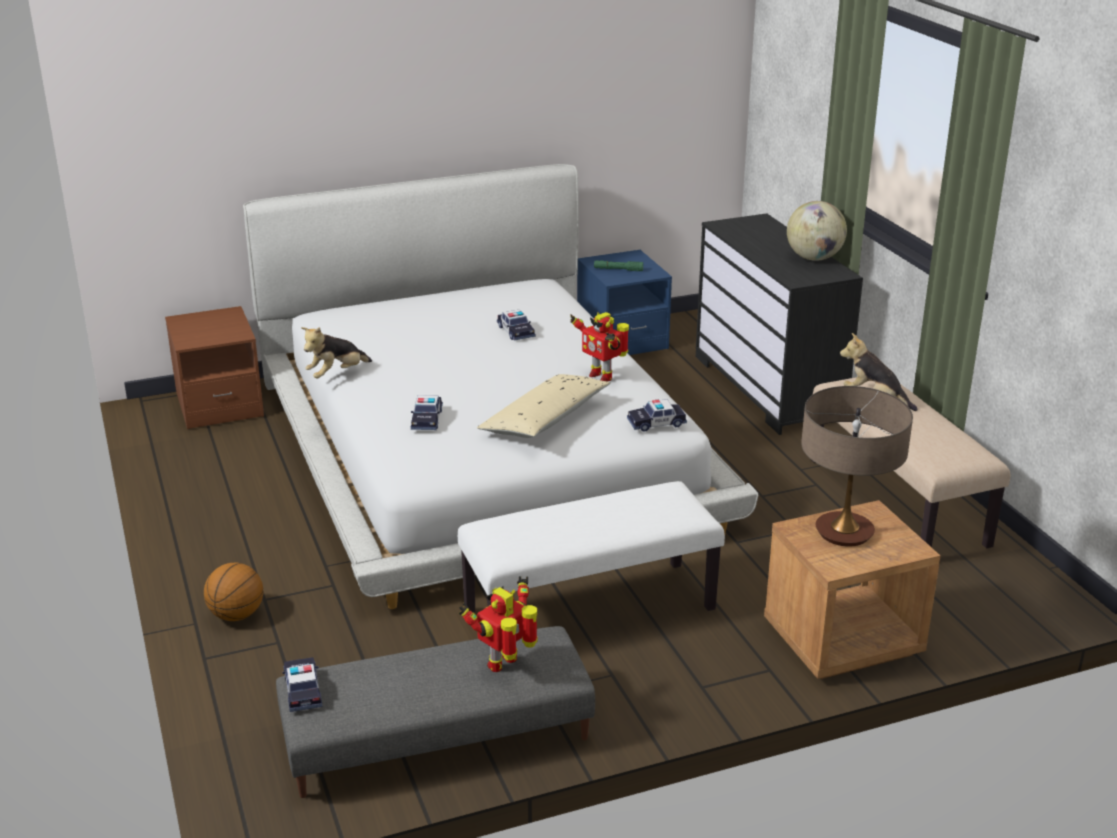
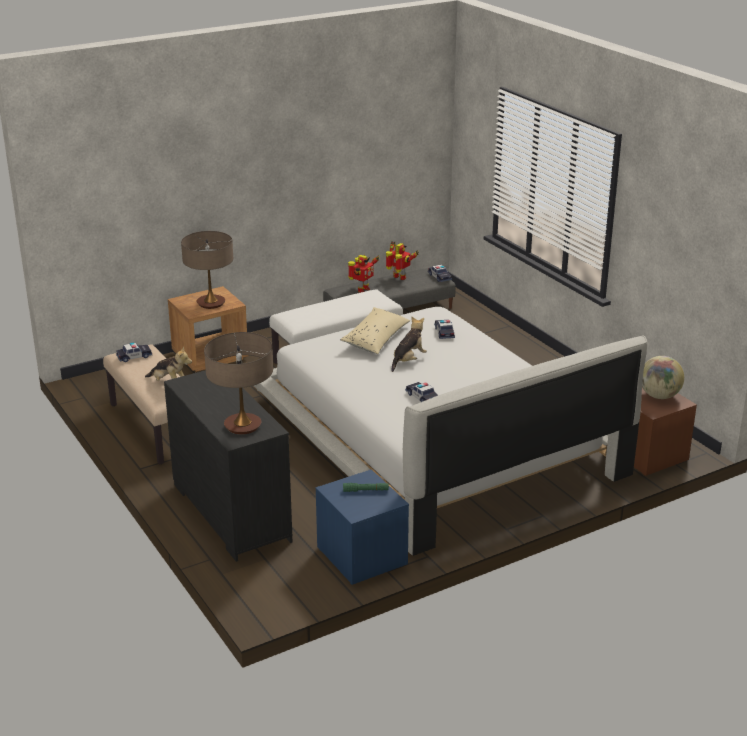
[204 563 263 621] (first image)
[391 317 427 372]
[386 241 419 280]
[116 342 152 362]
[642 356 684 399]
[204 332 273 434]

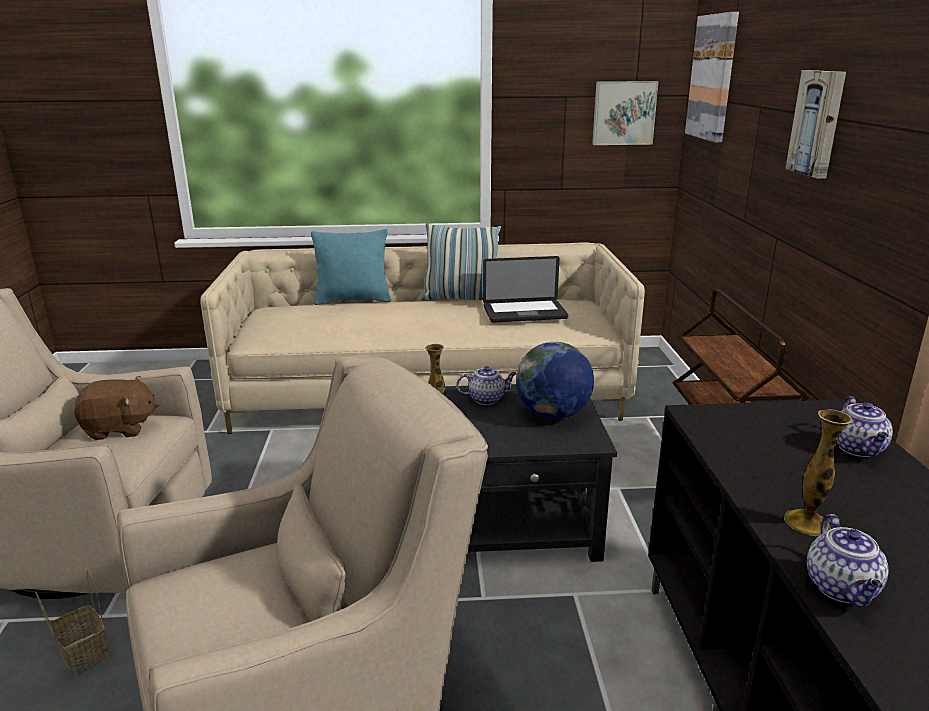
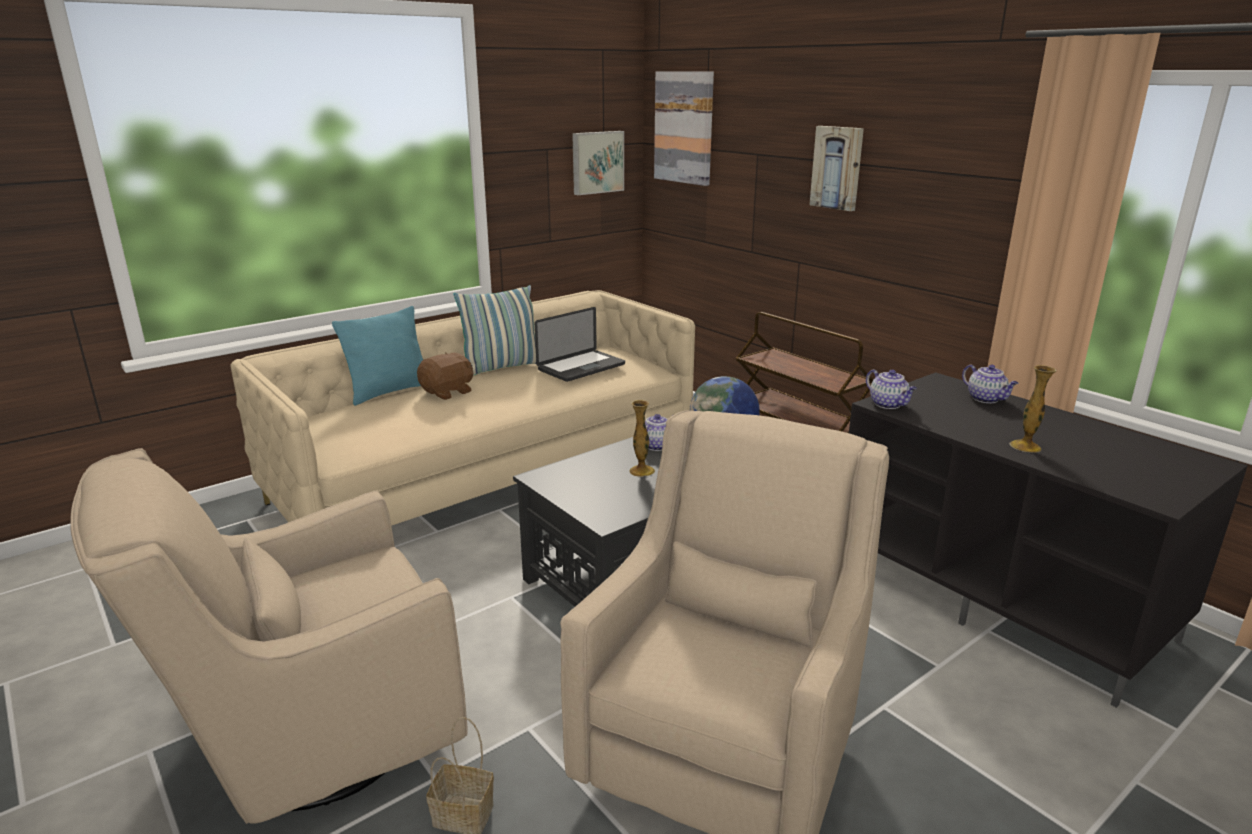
[417 353 473 400]
[866 369 917 409]

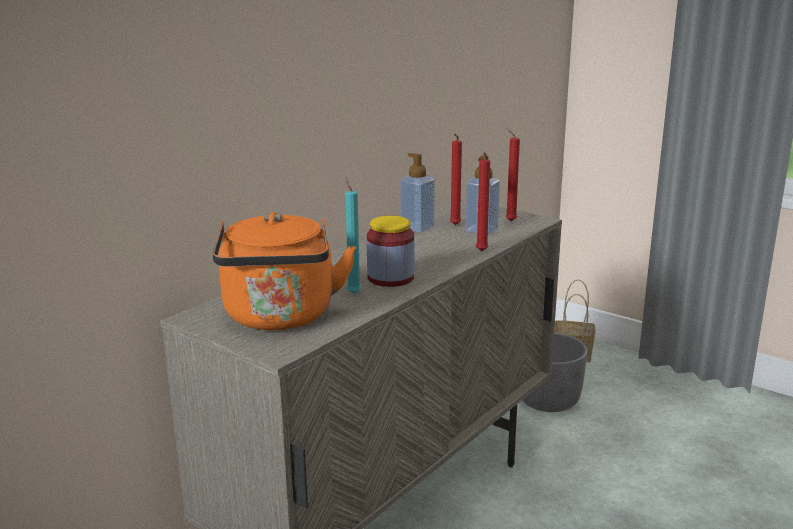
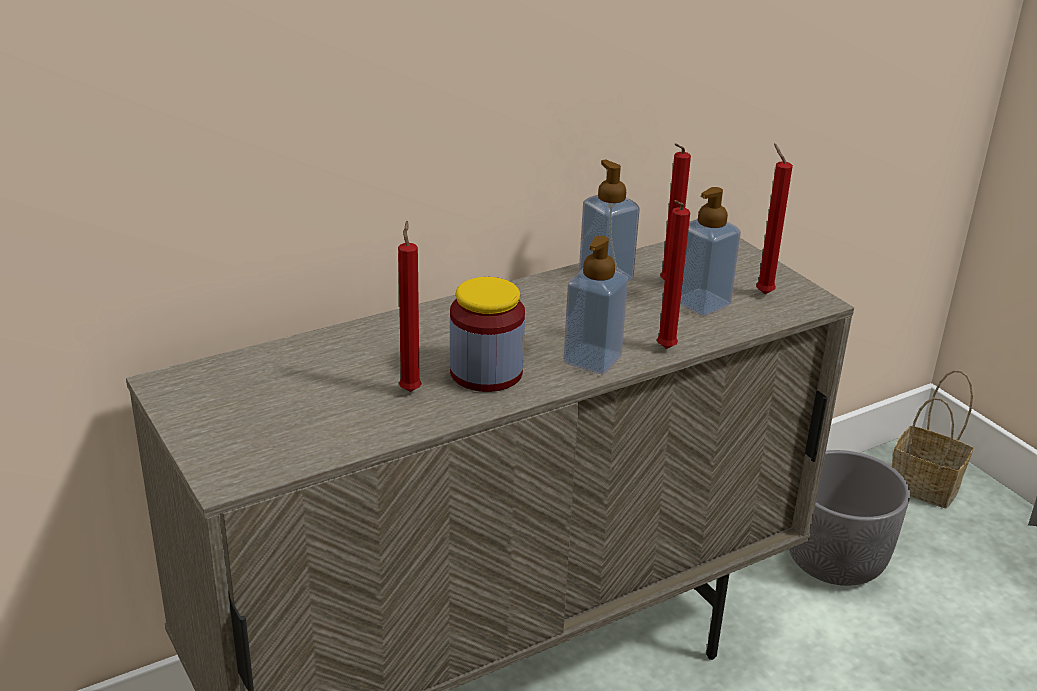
[213 212 356 330] (first image)
[398 221 422 392]
[563 236 628 374]

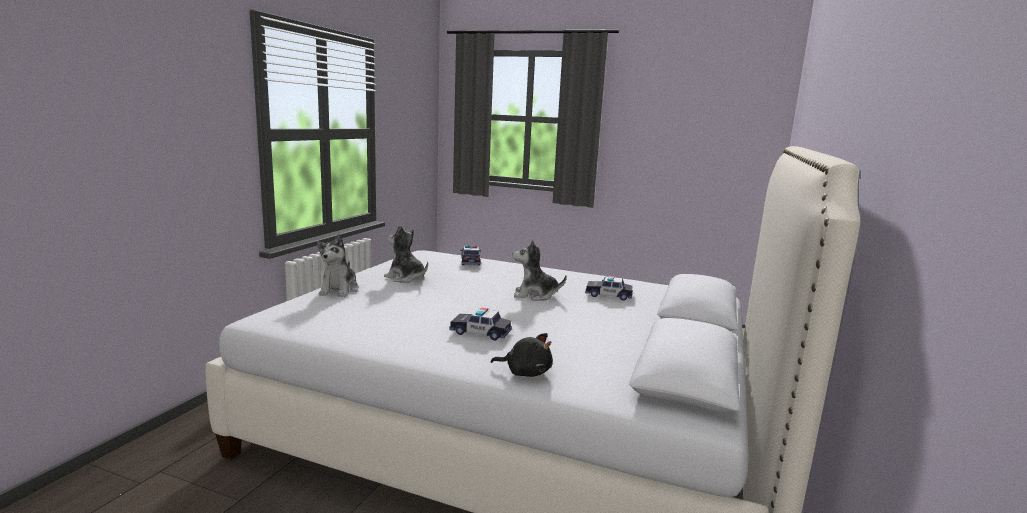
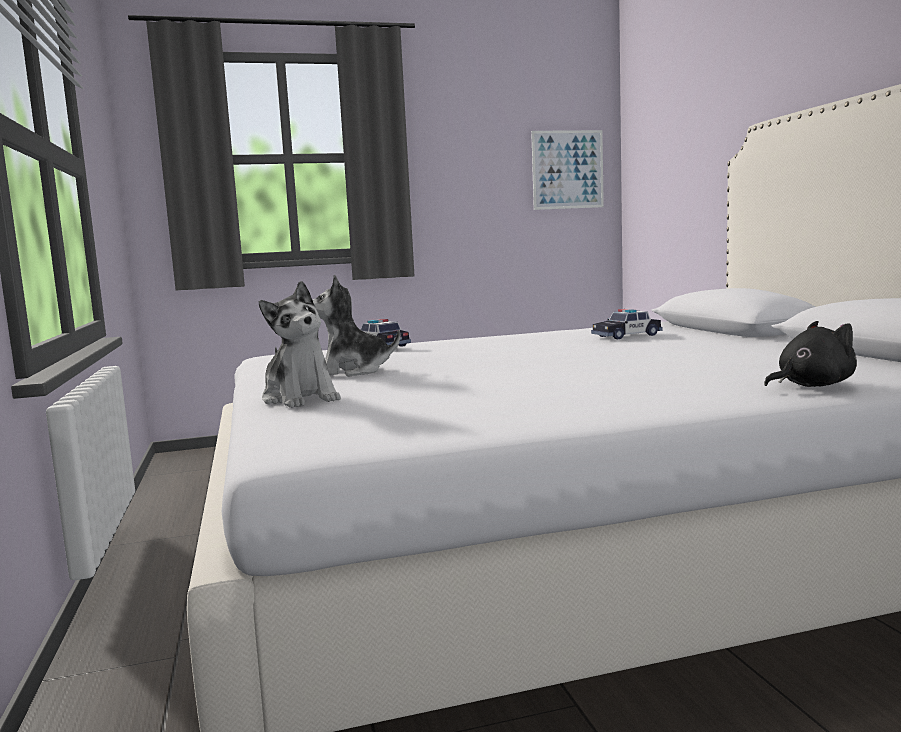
[449 308 512 341] (first image)
[512 240 567 301] (first image)
[531 130 604 210]

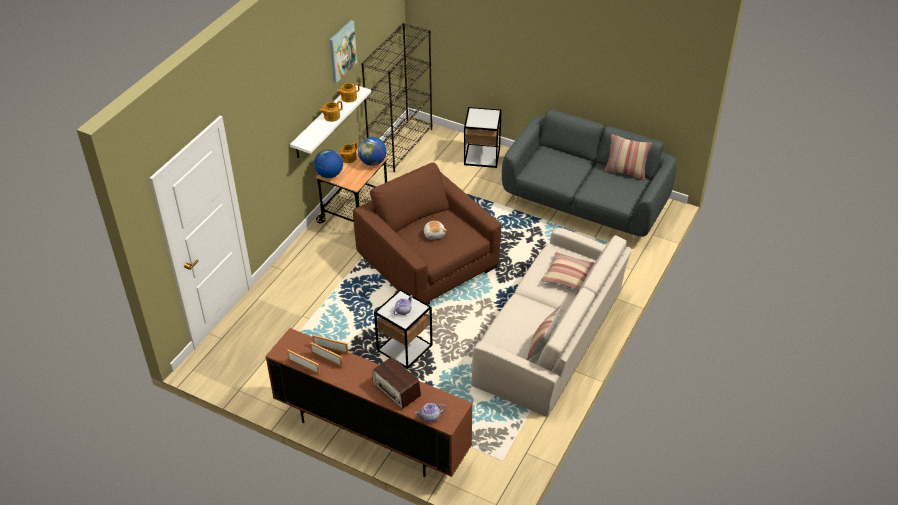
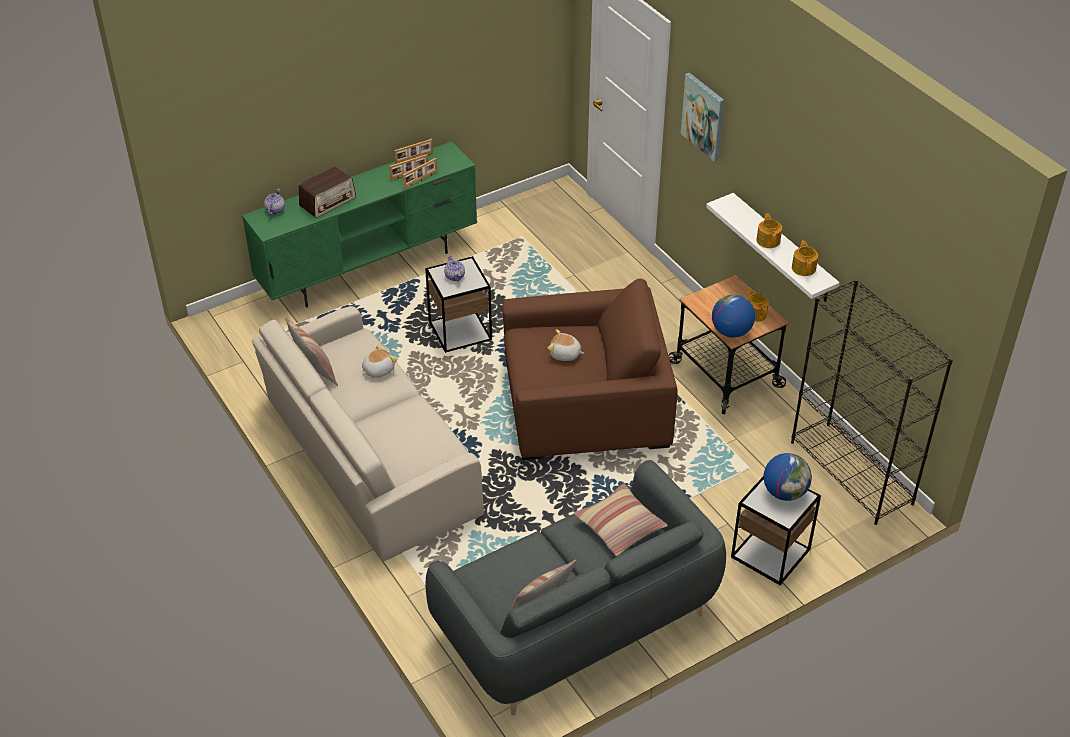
[242 141 477 308]
[763 453 812 501]
[681 73 724 161]
[299 166 356 218]
[573 484 668 556]
[362 344 398 378]

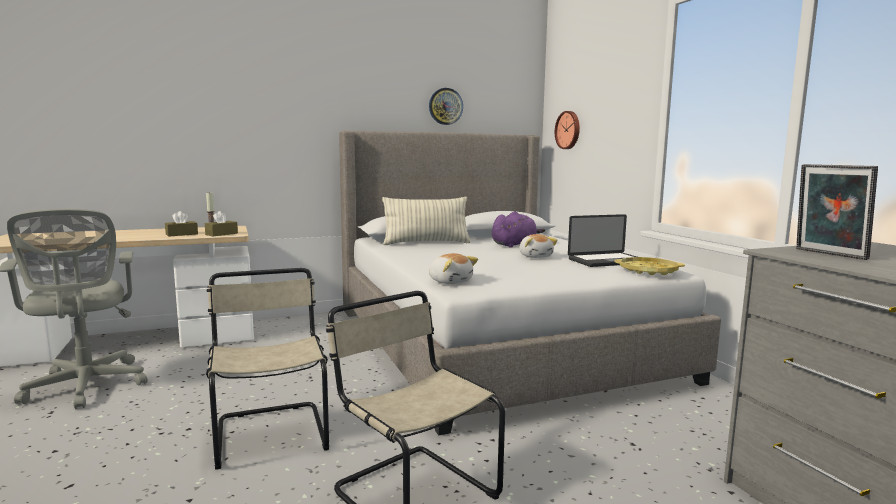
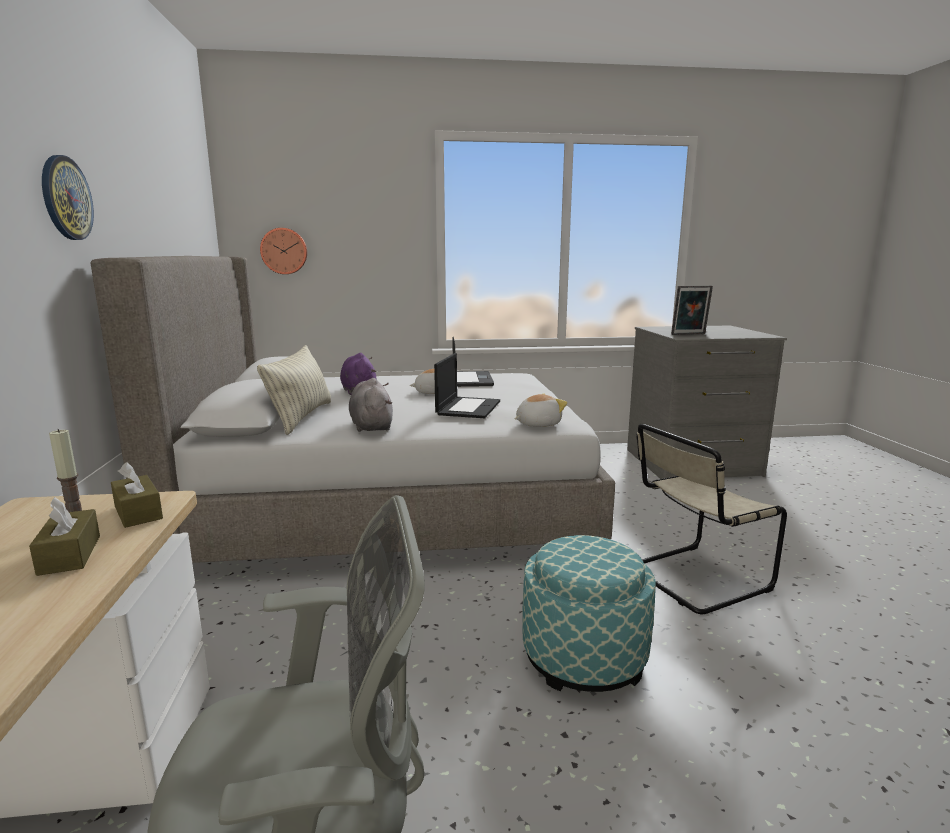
[522 535 656 692]
[42 155 94 240]
[614 257 685 275] (first image)
[349 378 393 432]
[434 353 500 418]

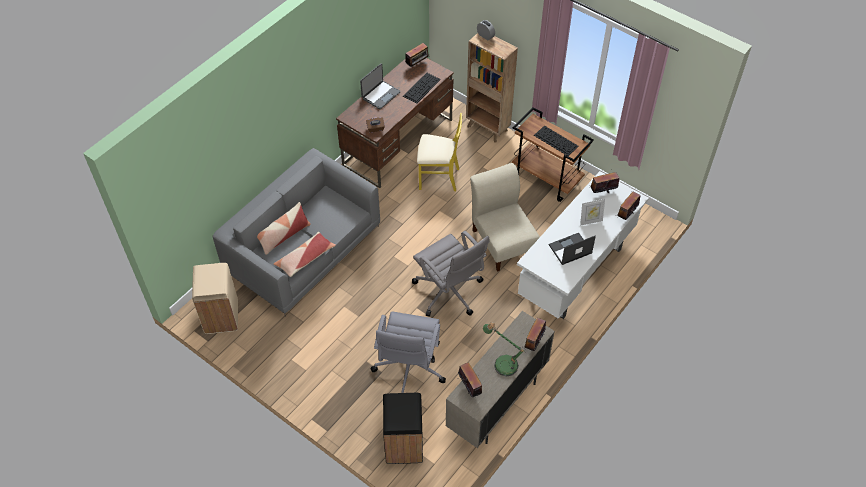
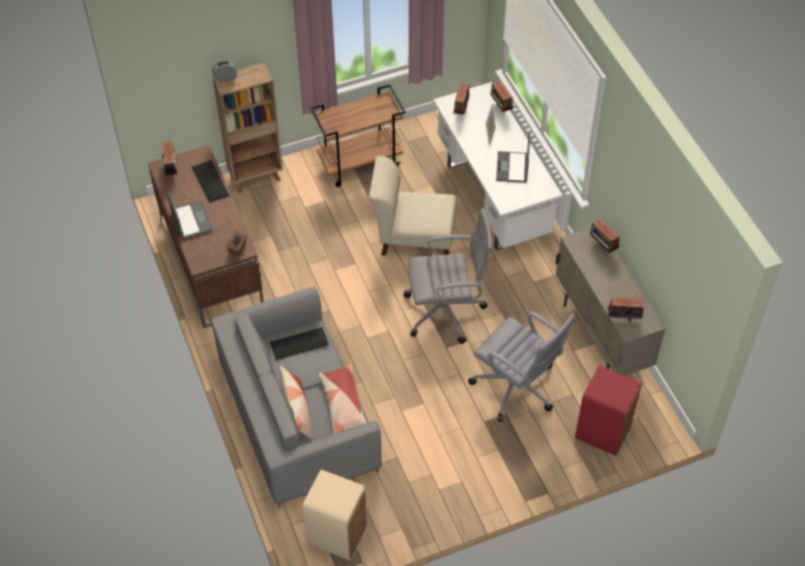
[575 365 642 456]
[417 113 462 191] (first image)
[483 322 524 377] (first image)
[270 327 329 360]

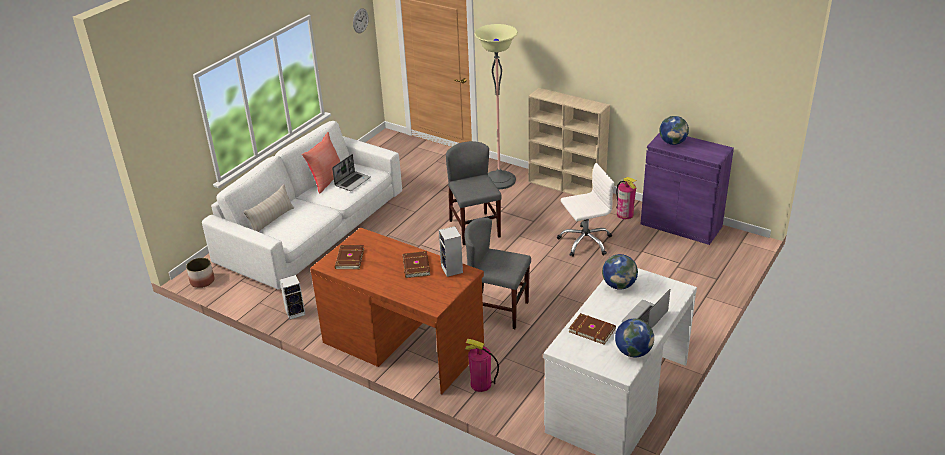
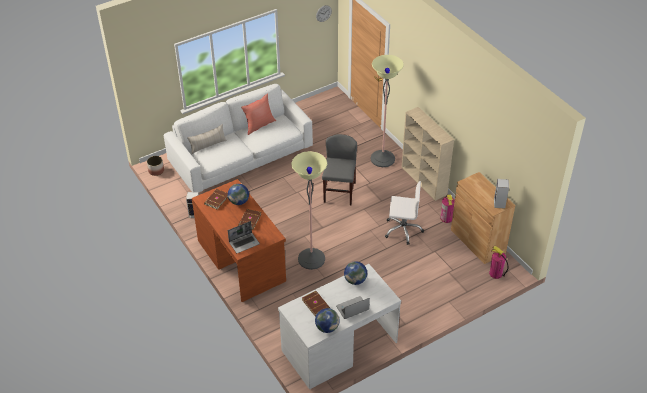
[228 221 260 253]
[494 179 509 209]
[291 151 327 270]
[489 245 509 279]
[451 172 515 264]
[228 184 249 205]

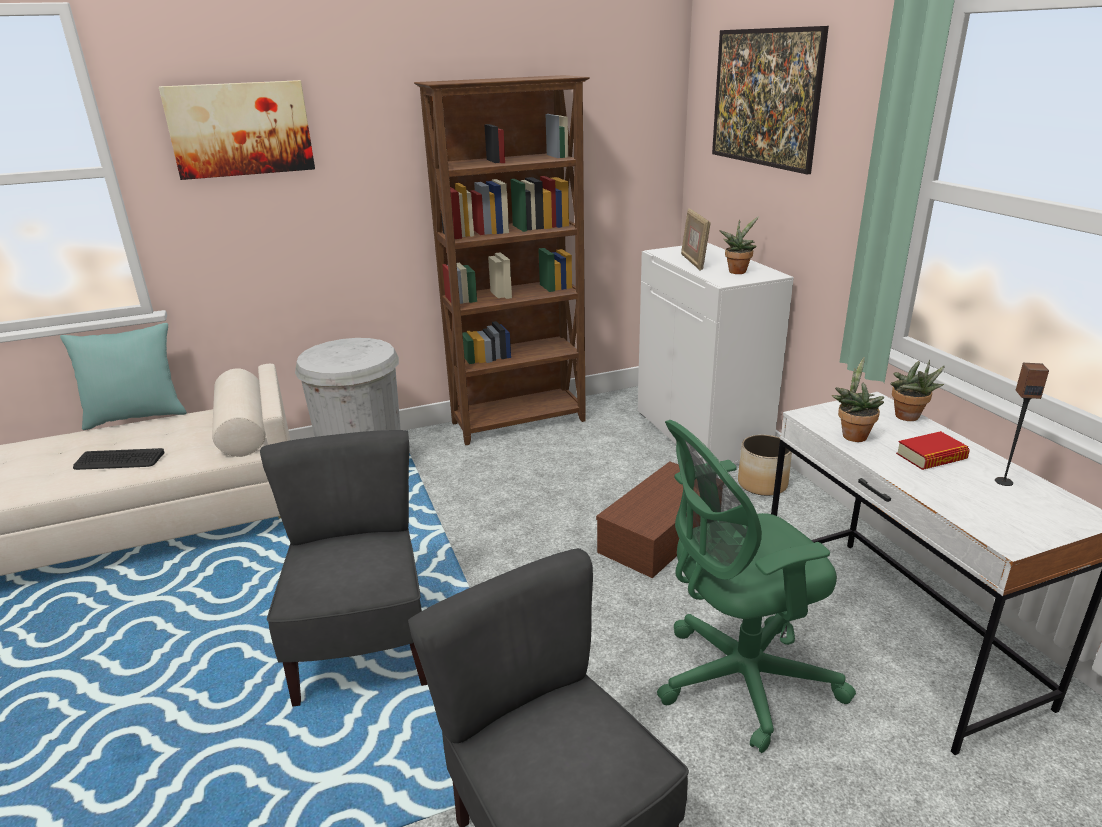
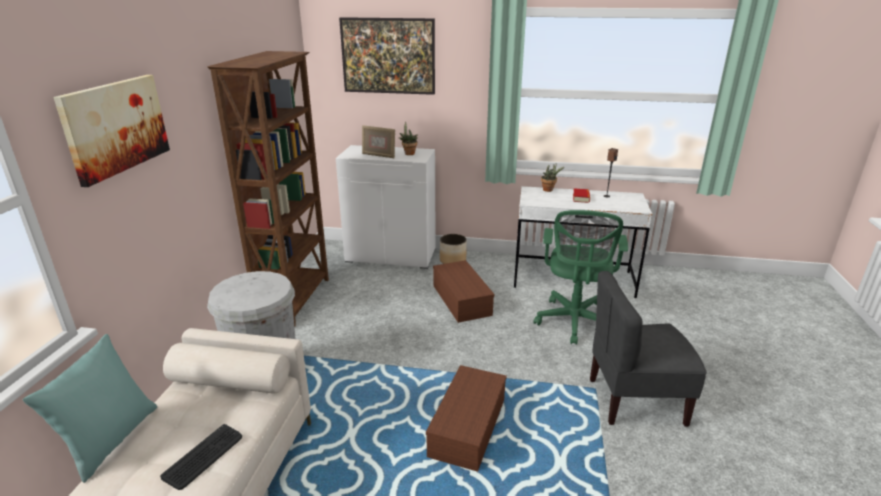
[426 365 507 472]
[832 357 885 442] (first image)

